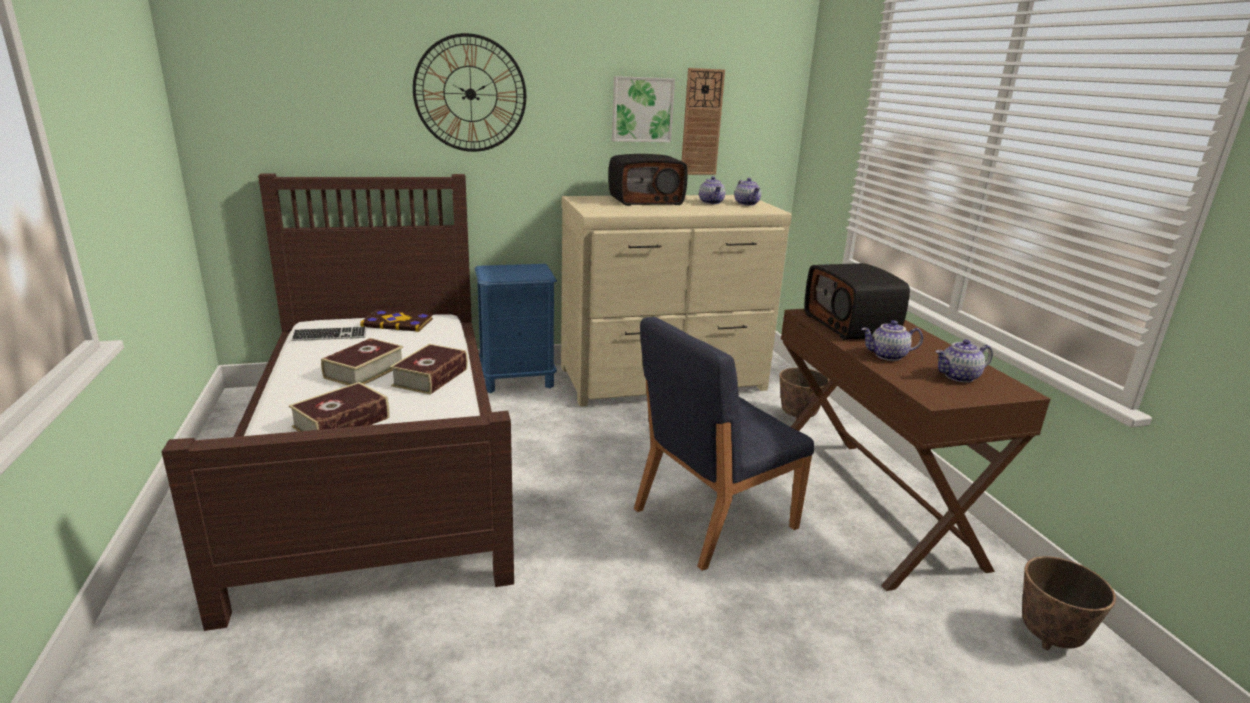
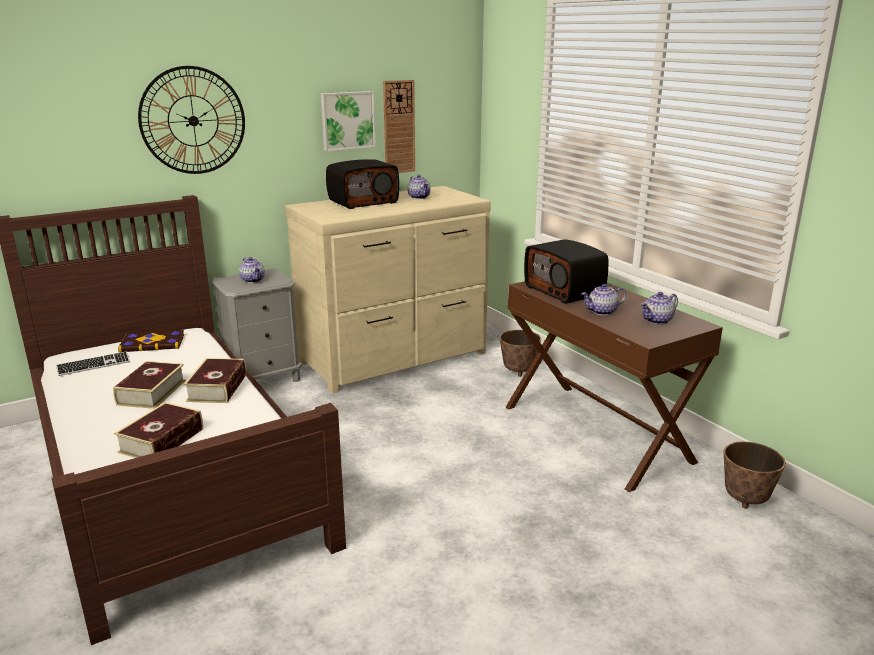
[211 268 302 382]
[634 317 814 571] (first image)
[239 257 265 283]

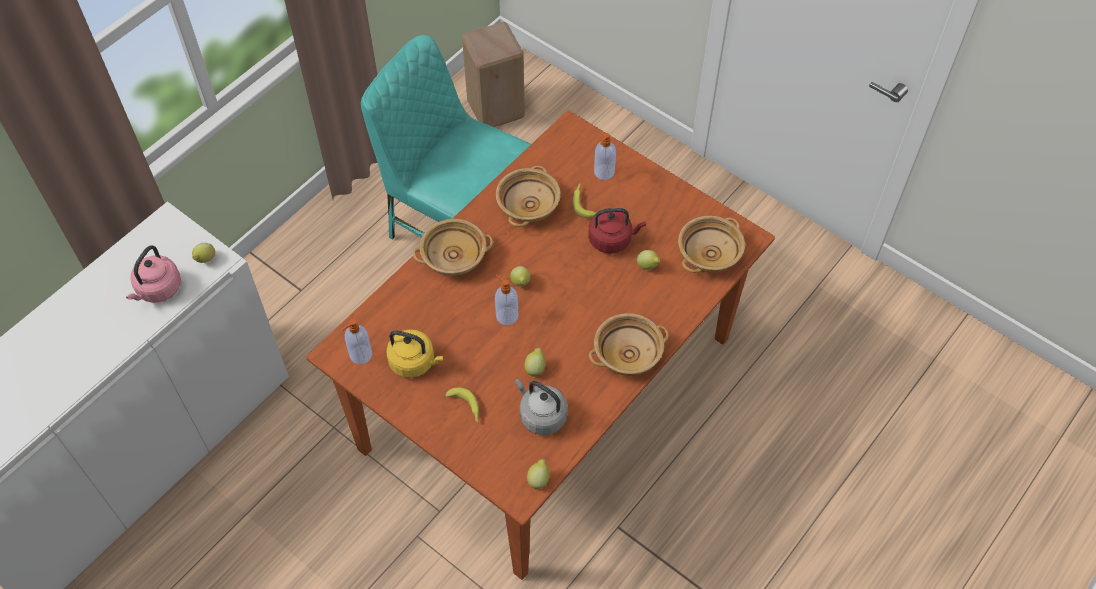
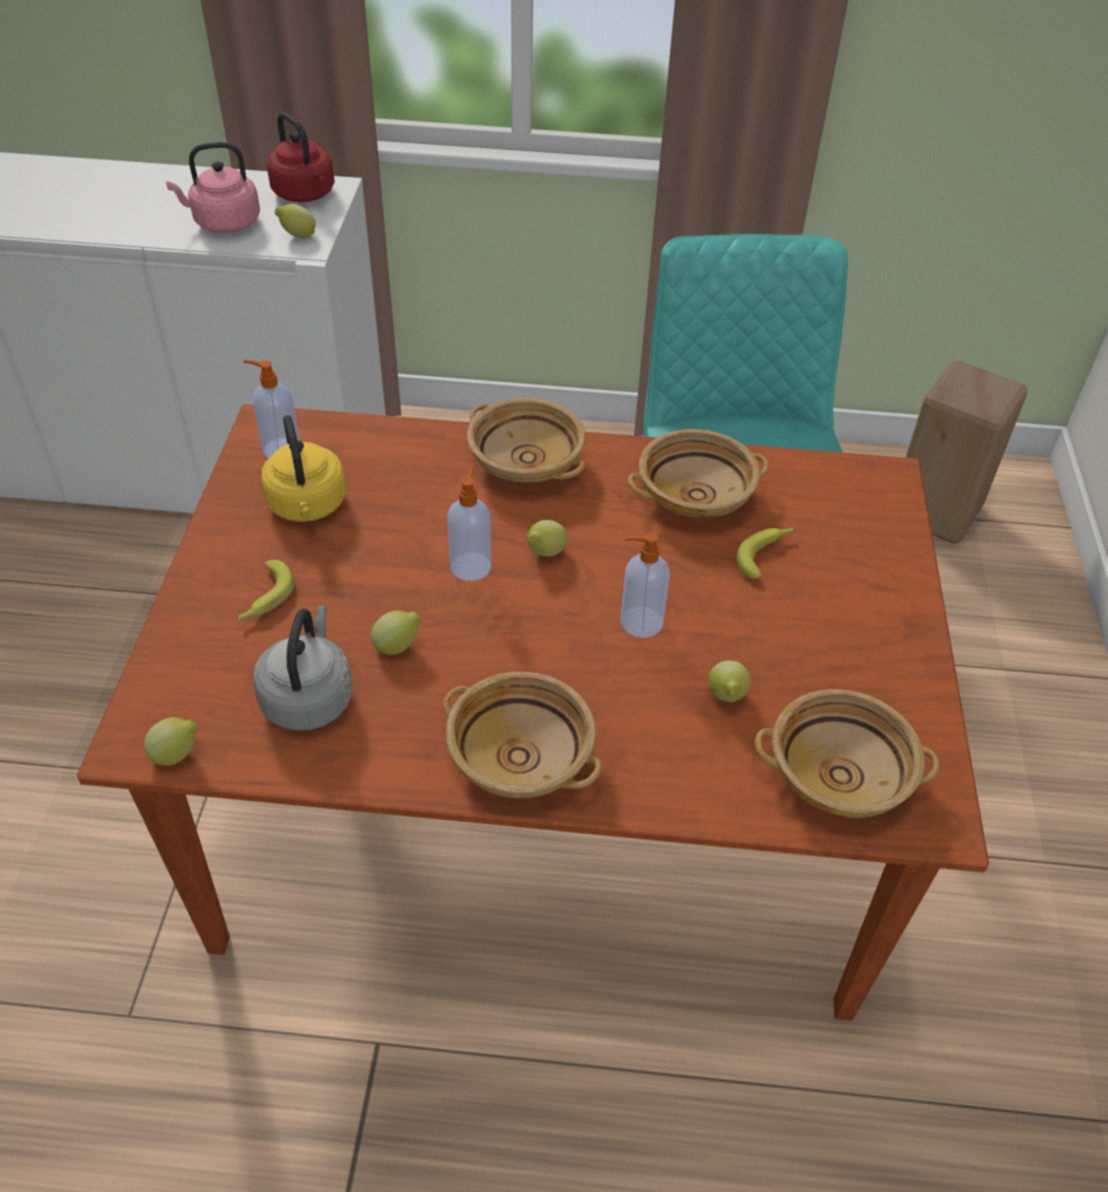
[267 112 335 202]
[620 533 670 638]

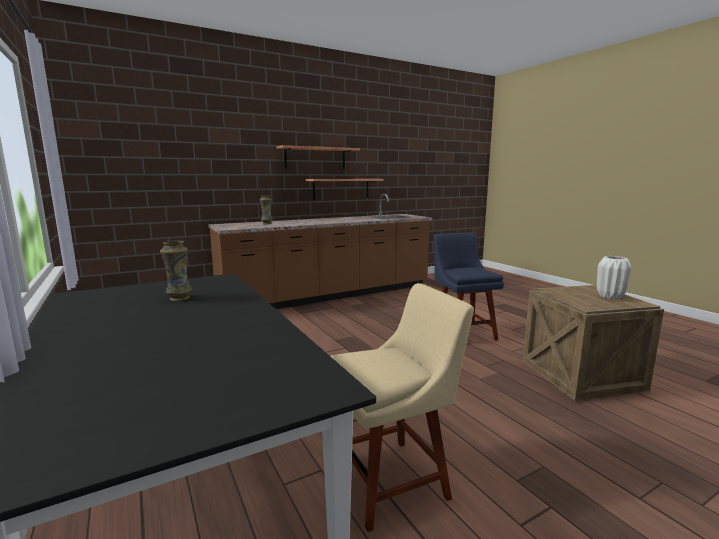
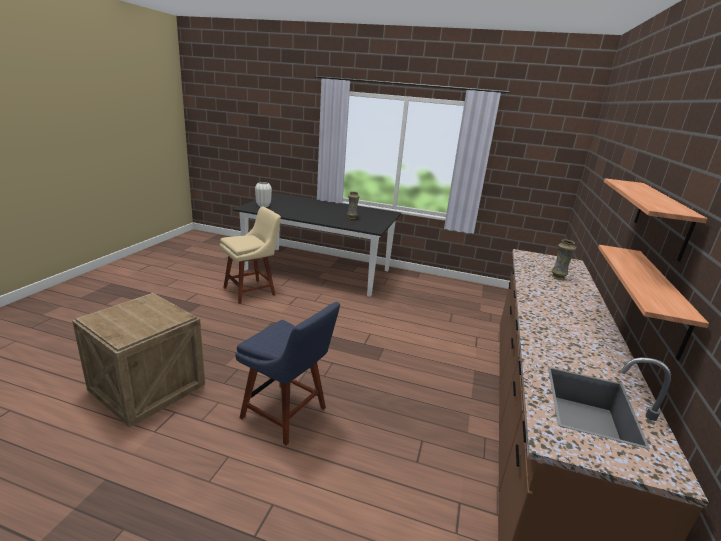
[220 206 281 304]
[255 182 272 207]

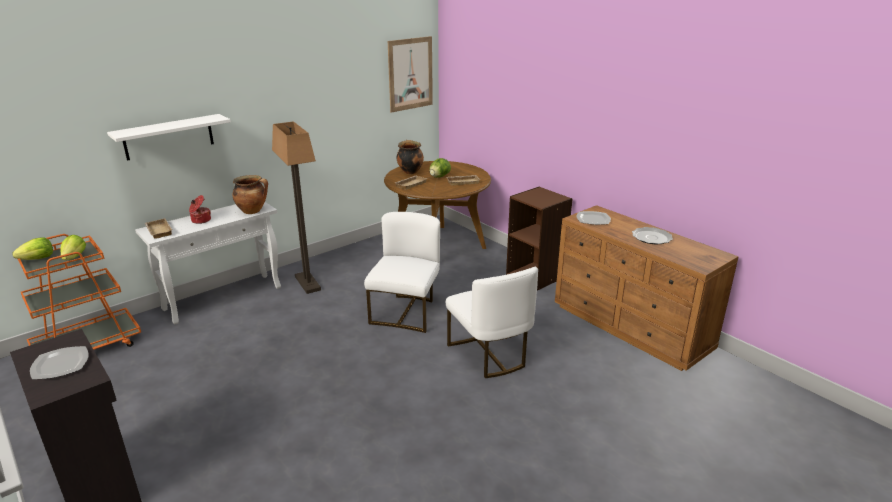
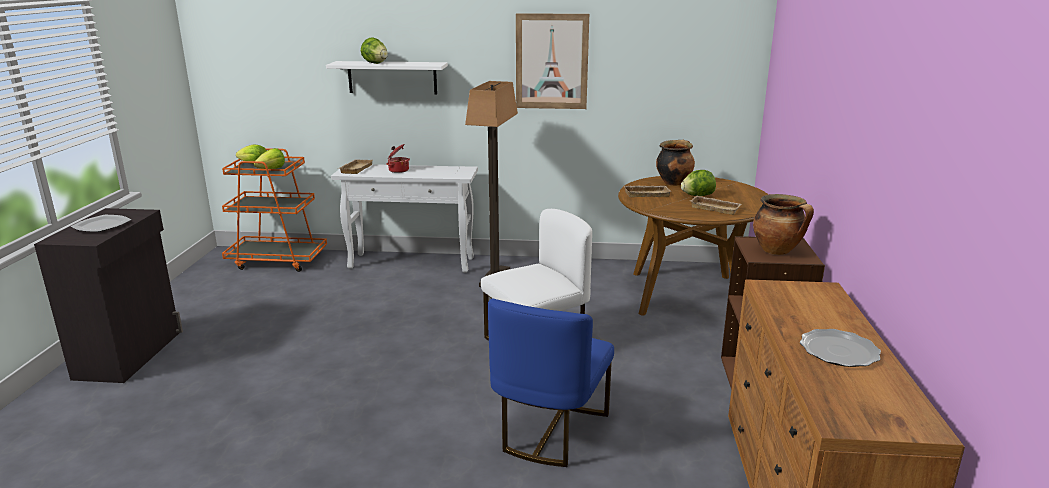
[753 194 814 255]
[516 13 589 109]
[488 298 614 467]
[577 211 611 225] (first image)
[361 37 388 64]

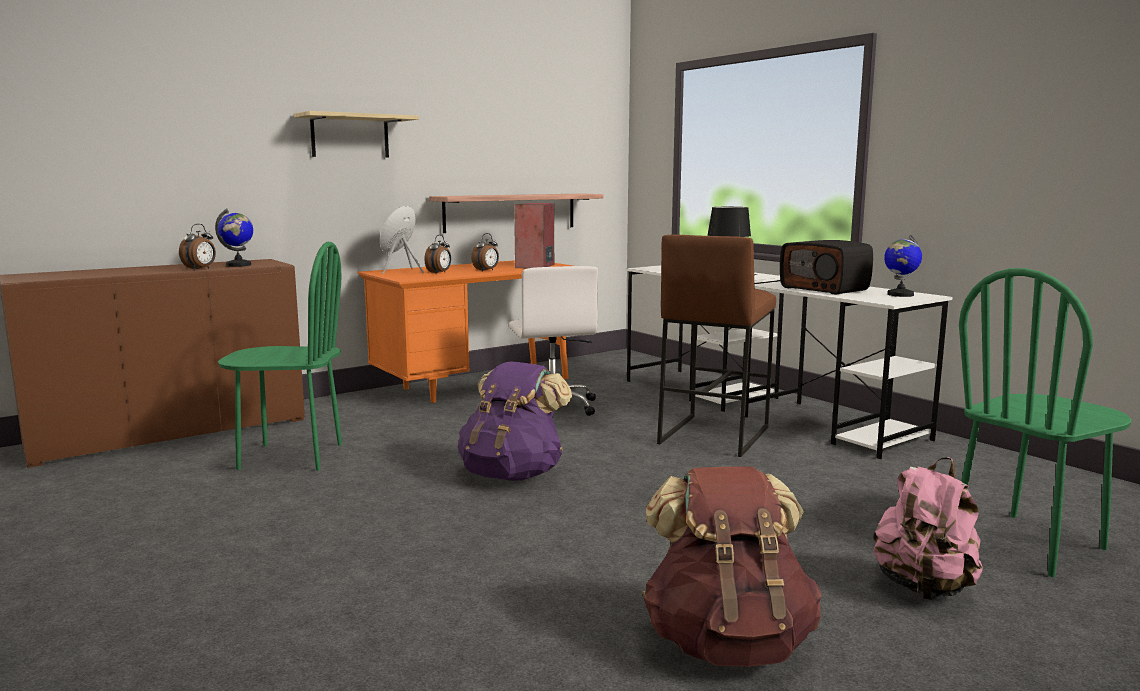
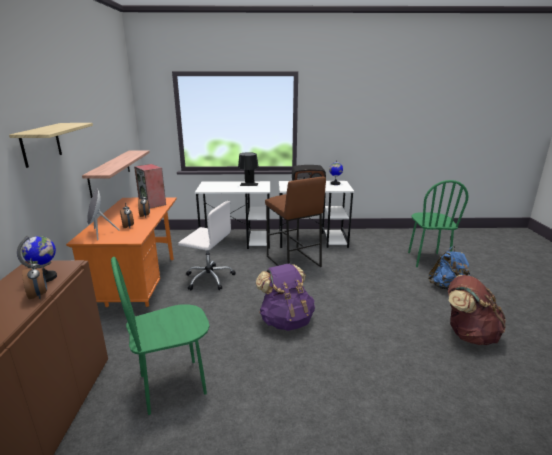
[111 257 209 415]
[429 246 470 290]

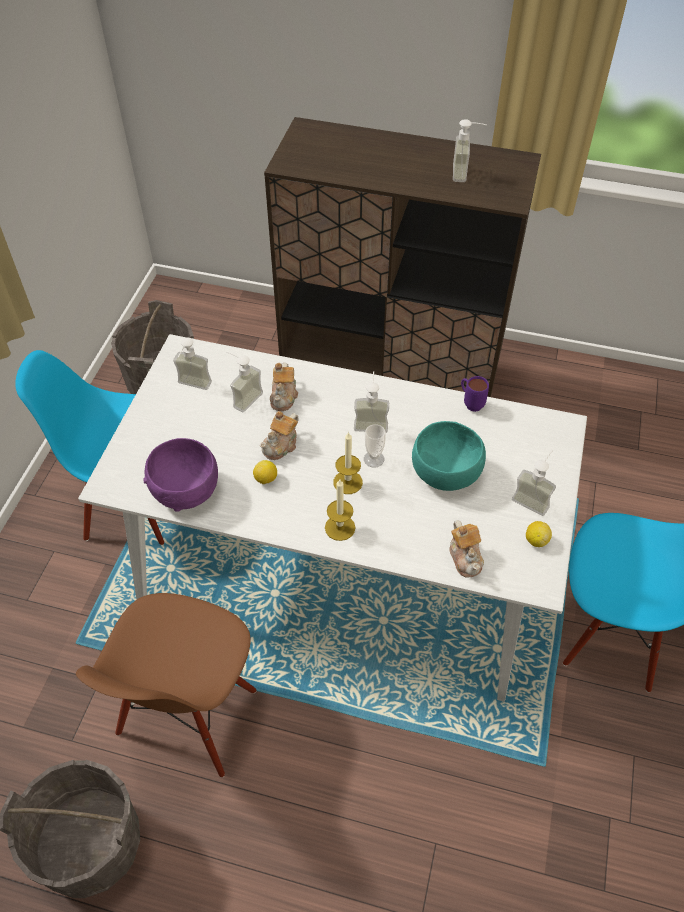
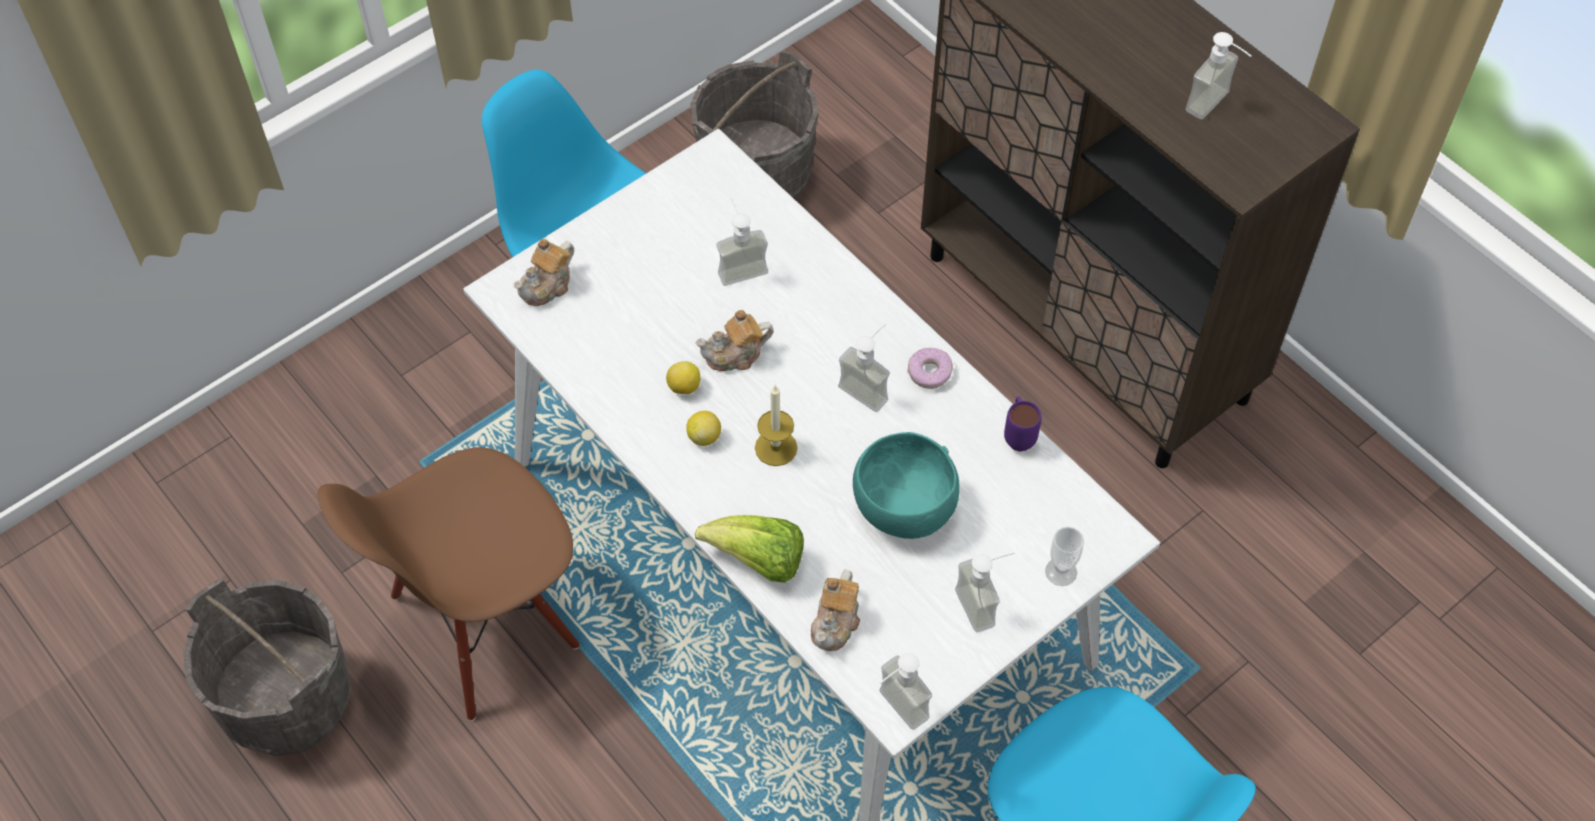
[144 438 218 512] (first image)
[879 653 932 730]
[513 239 574 306]
[325 480 356 541] (first image)
[1045 527 1084 586]
[686 411 721 446]
[695 515 804 583]
[907 348 953 389]

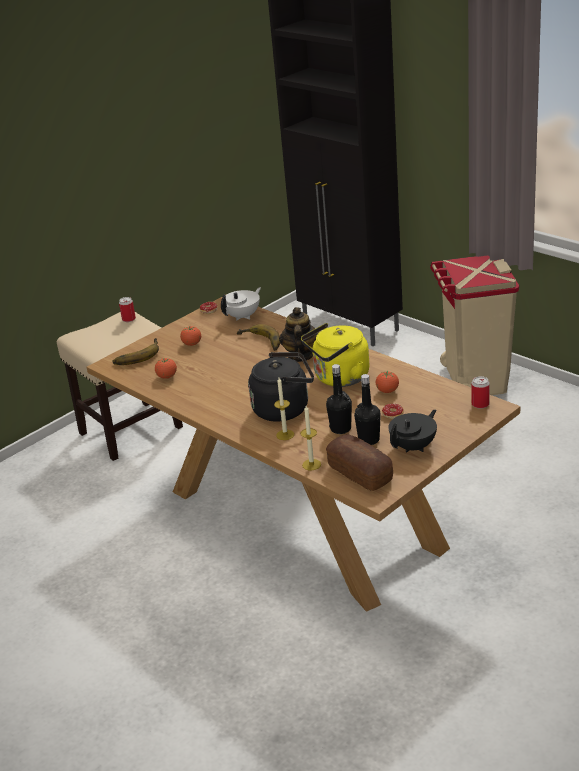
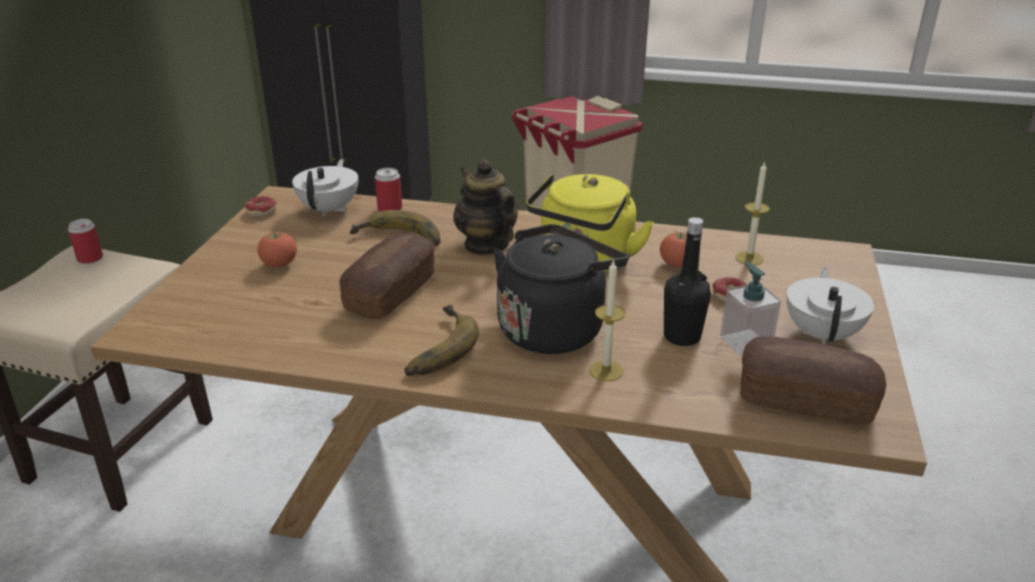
[404 305 479 376]
[155 358 177 379] (first image)
[735 161 770 265]
[720 261 781 356]
[786 267 874 344]
[375 168 402 212]
[340 233 435 319]

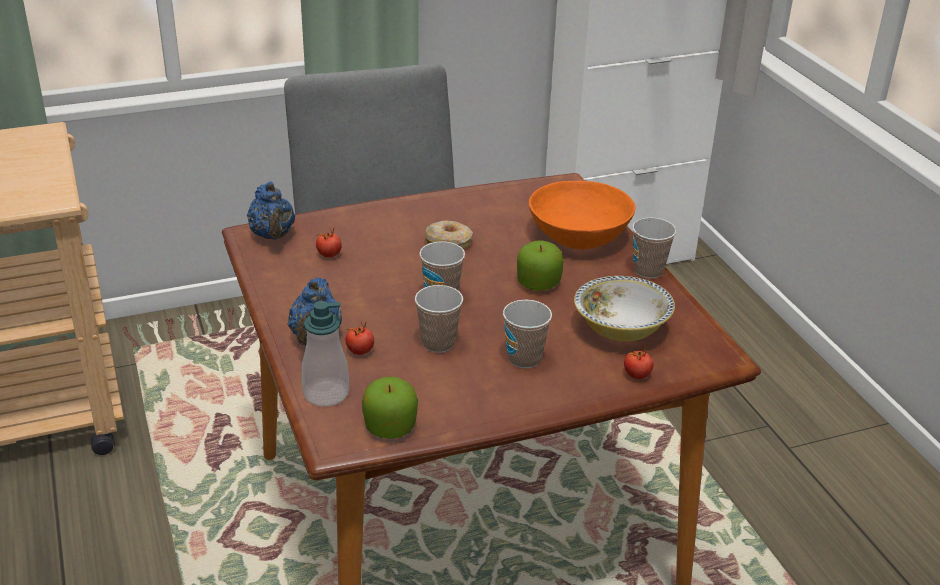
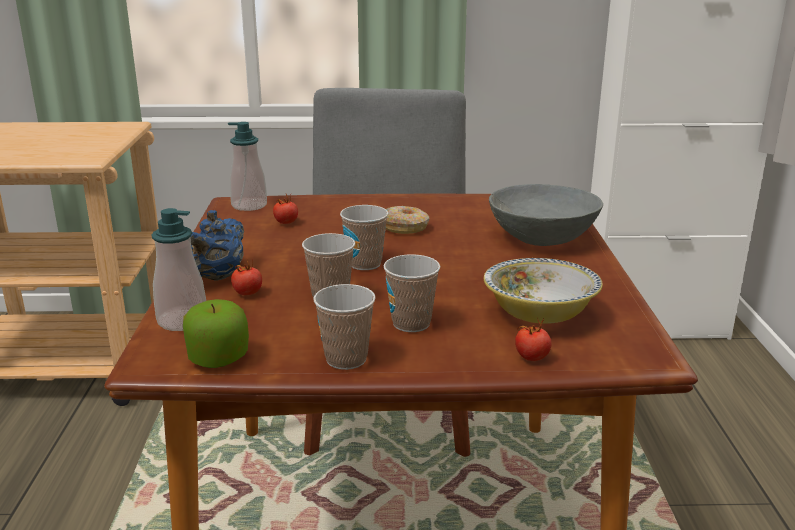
[228 122 267 211]
[517 240 564 291] (first image)
[489 184 603 246]
[314 284 376 370]

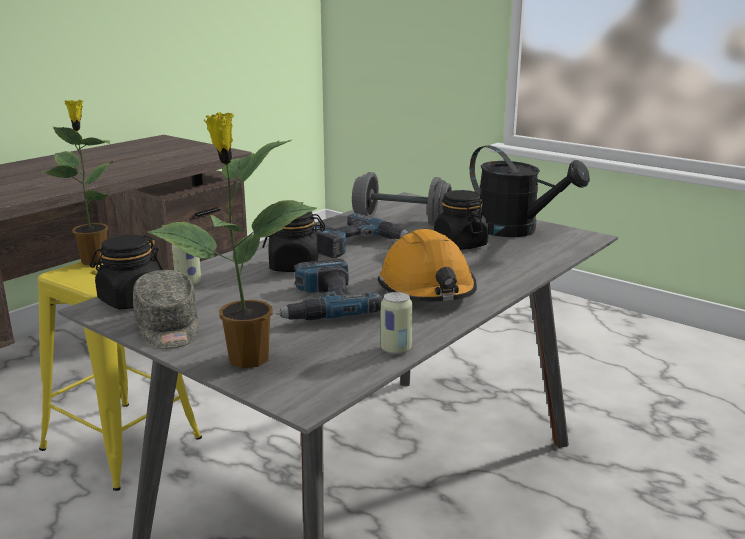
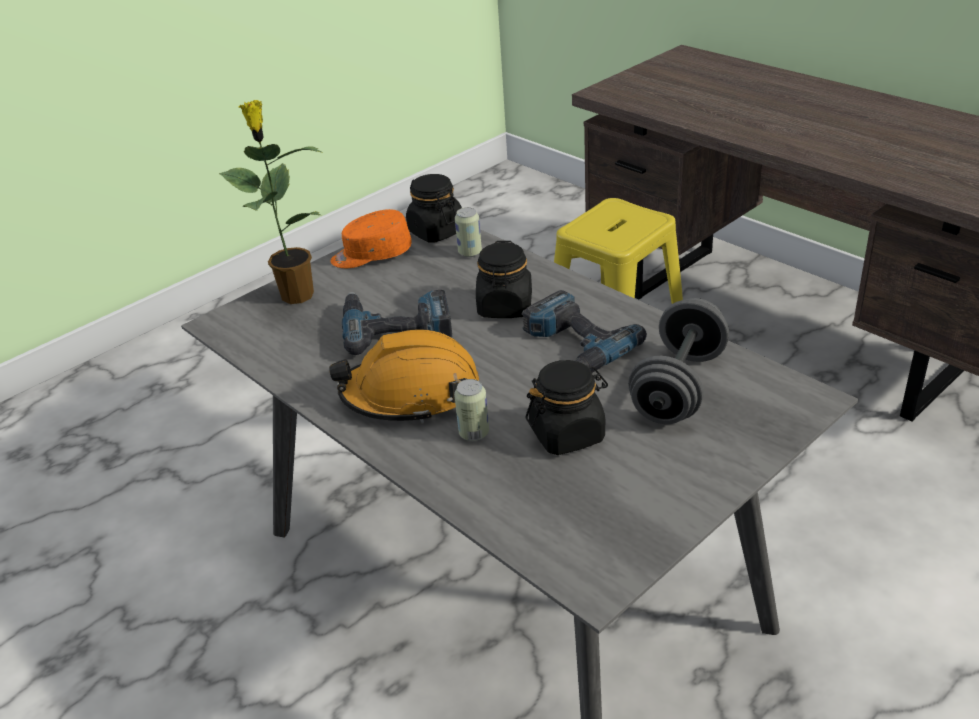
[42 100 117 265] (first image)
[330 209 412 268]
[454 379 489 441]
[470 145 590 237] (first image)

